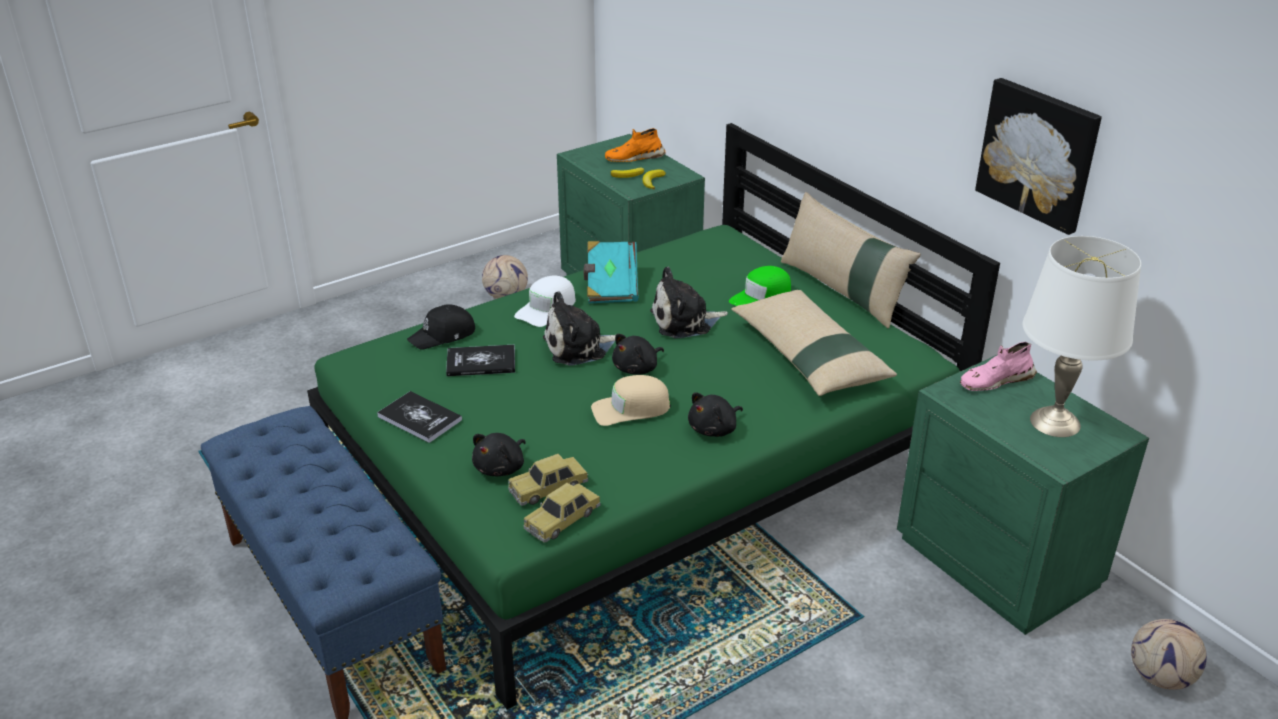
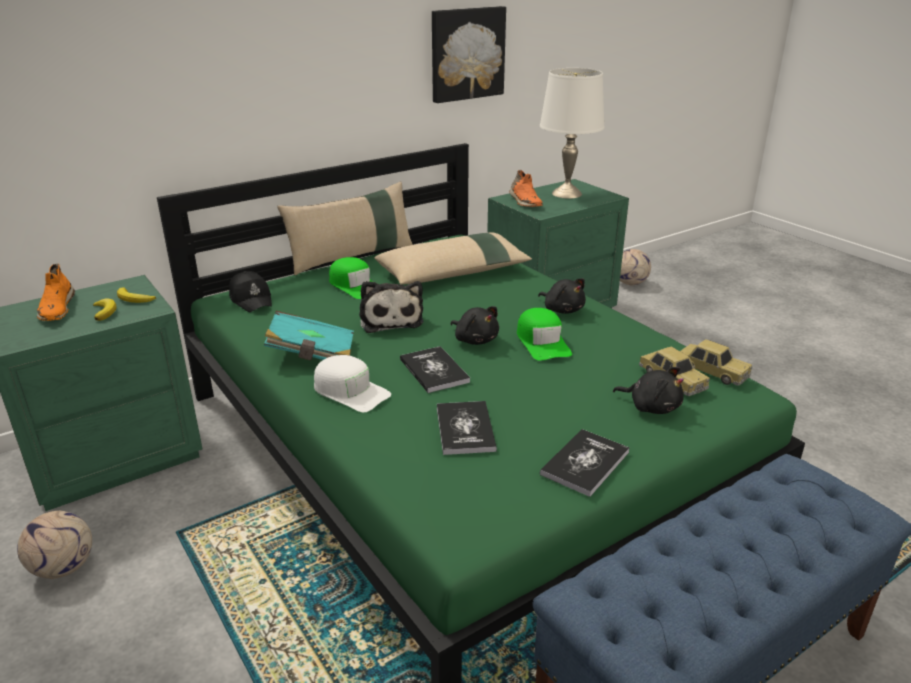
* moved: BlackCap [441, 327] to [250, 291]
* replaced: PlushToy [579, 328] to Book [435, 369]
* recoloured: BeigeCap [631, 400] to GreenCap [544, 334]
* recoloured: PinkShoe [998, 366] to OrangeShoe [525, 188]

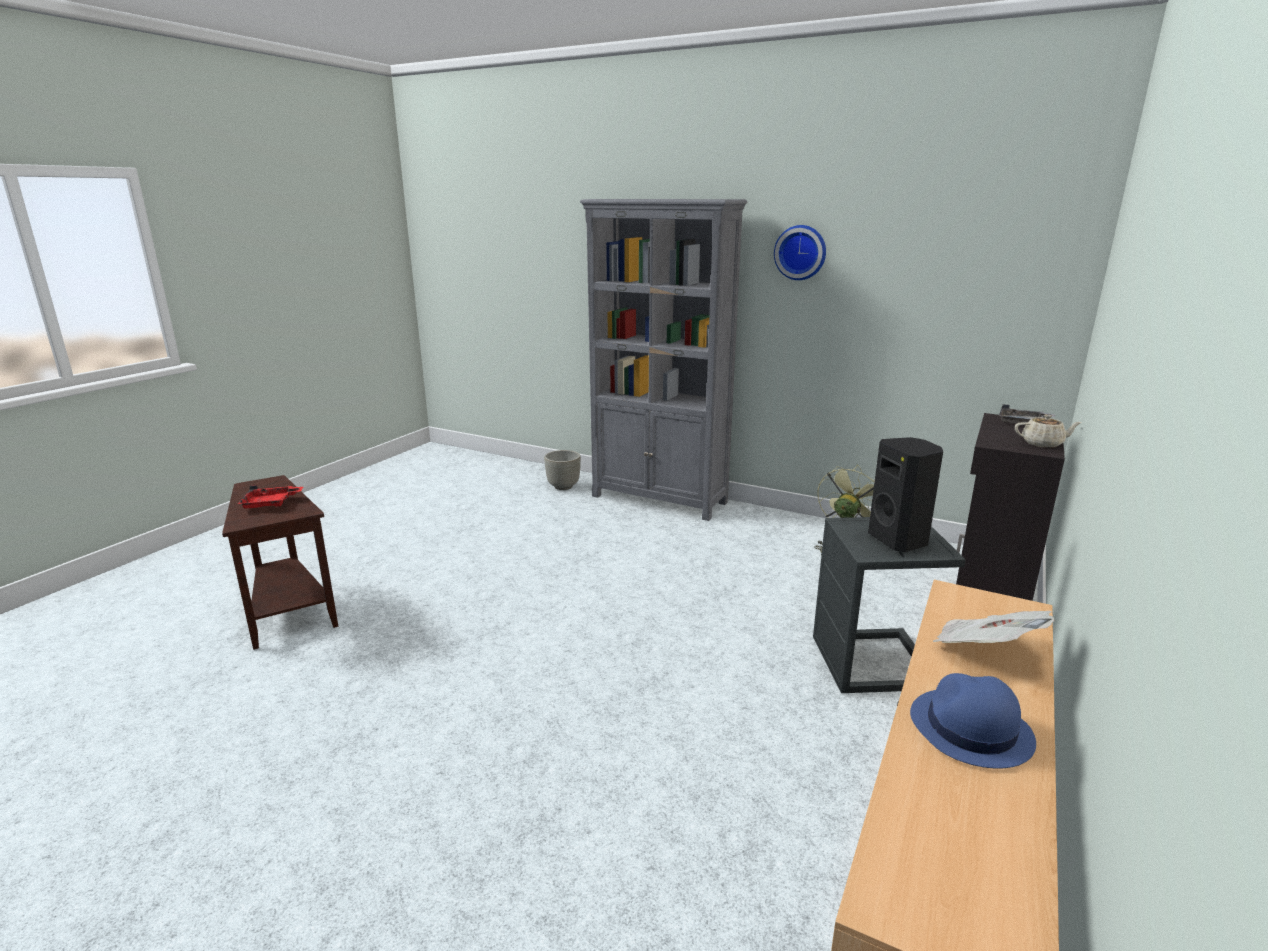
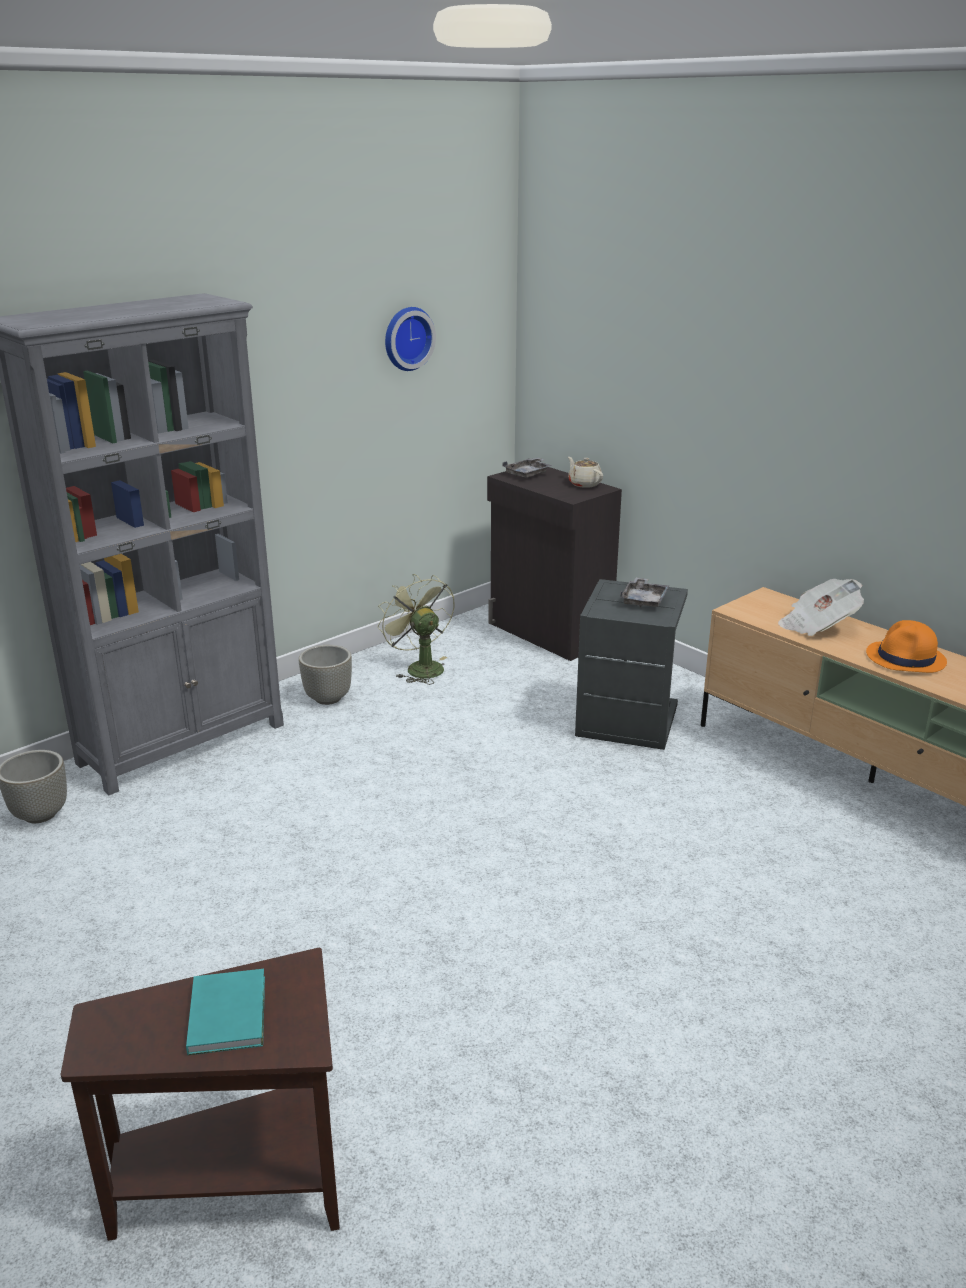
* added: GreyPlanter [325, 675]
* moved: WallClock [800, 252] to [410, 339]
* replaced: RedTray [270, 496] to TurquoiseBook [225, 1012]
* replaced: BlackSpeaker [905, 494] to GreyTray [644, 592]
* recoloured: BlueHat [973, 721] to OrangeHat [906, 646]
* turned: BeigeTeapot [1048, 431] = [585, 472] 60 degrees counterclockwise

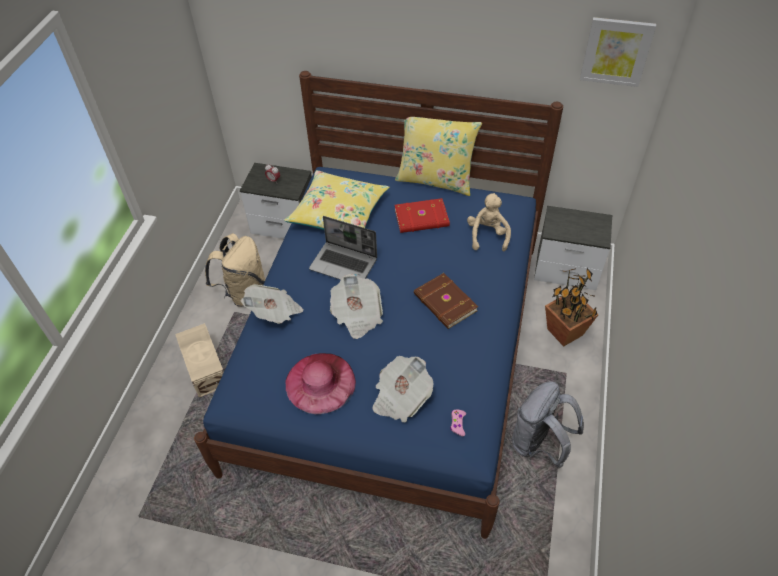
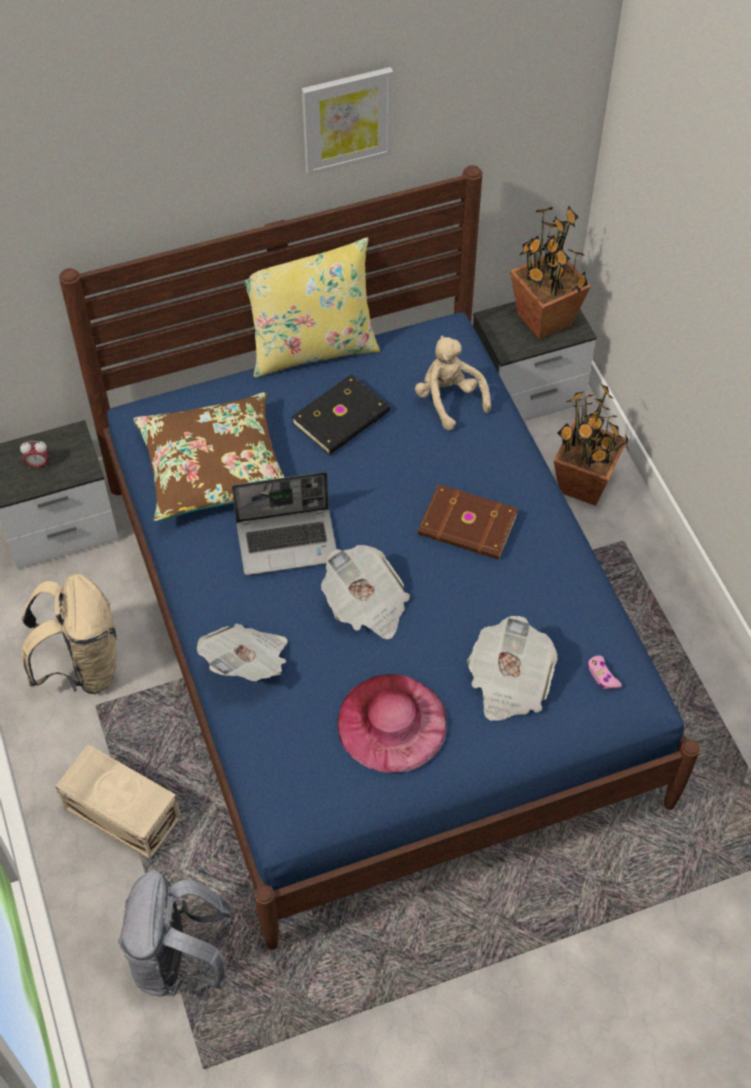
* added: PottedPlant [550, 273]
* moved: GreyBackpack [548, 425] to [175, 933]
* moved: Picture [618, 52] to [347, 121]
* recoloured: YellowPillow [336, 200] to BrownPillow [209, 457]
* recoloured: RedBook [422, 215] to BlackBook [341, 414]

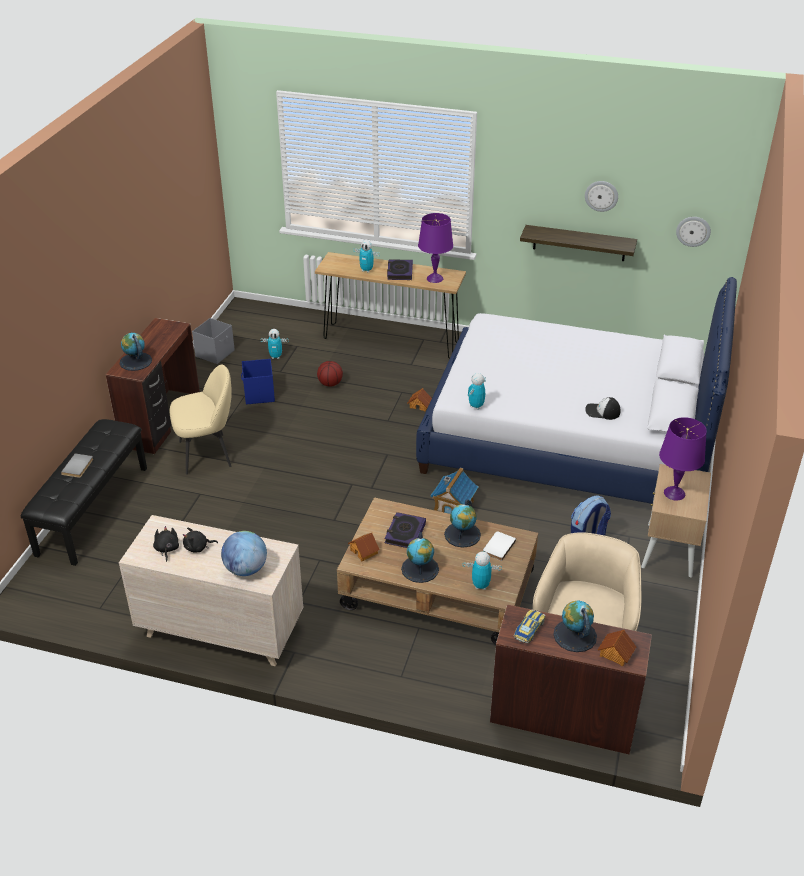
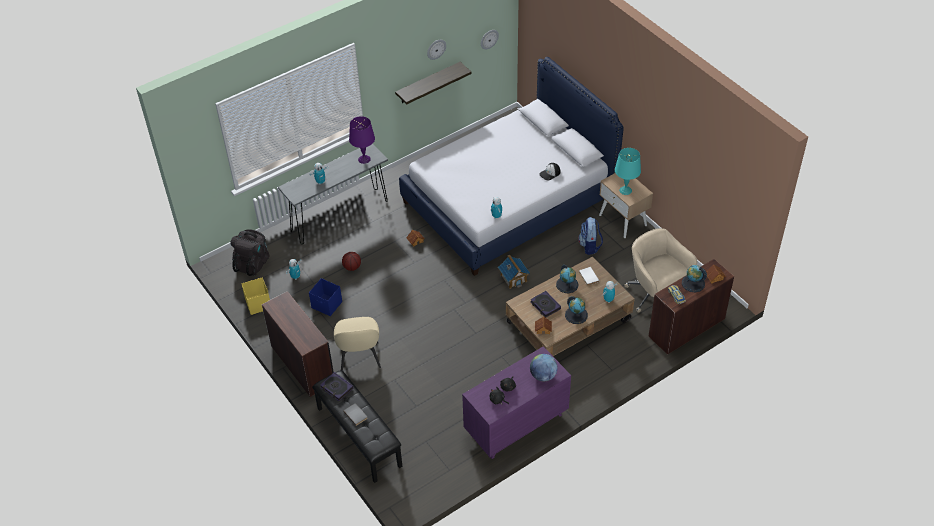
* removed: Globe [136, 352]
* added: BlackBackpack [250, 252]
* moved: Book [400, 269] to [337, 386]
* recoloured: BeigeDresser [211, 590] to PurpleDresser [516, 402]
* recoloured: GreyStorageBox [213, 341] to YellowStorageBox [255, 296]
* recoloured: BrownConsoleTable [390, 305] to GreyConsoleTable [333, 194]
* recoloured: PurpleTableLamp [683, 459] to TurquoiseTableLamp [628, 171]
* turned: BeigeChair [201, 420] = [357, 344] 150 degrees clockwise

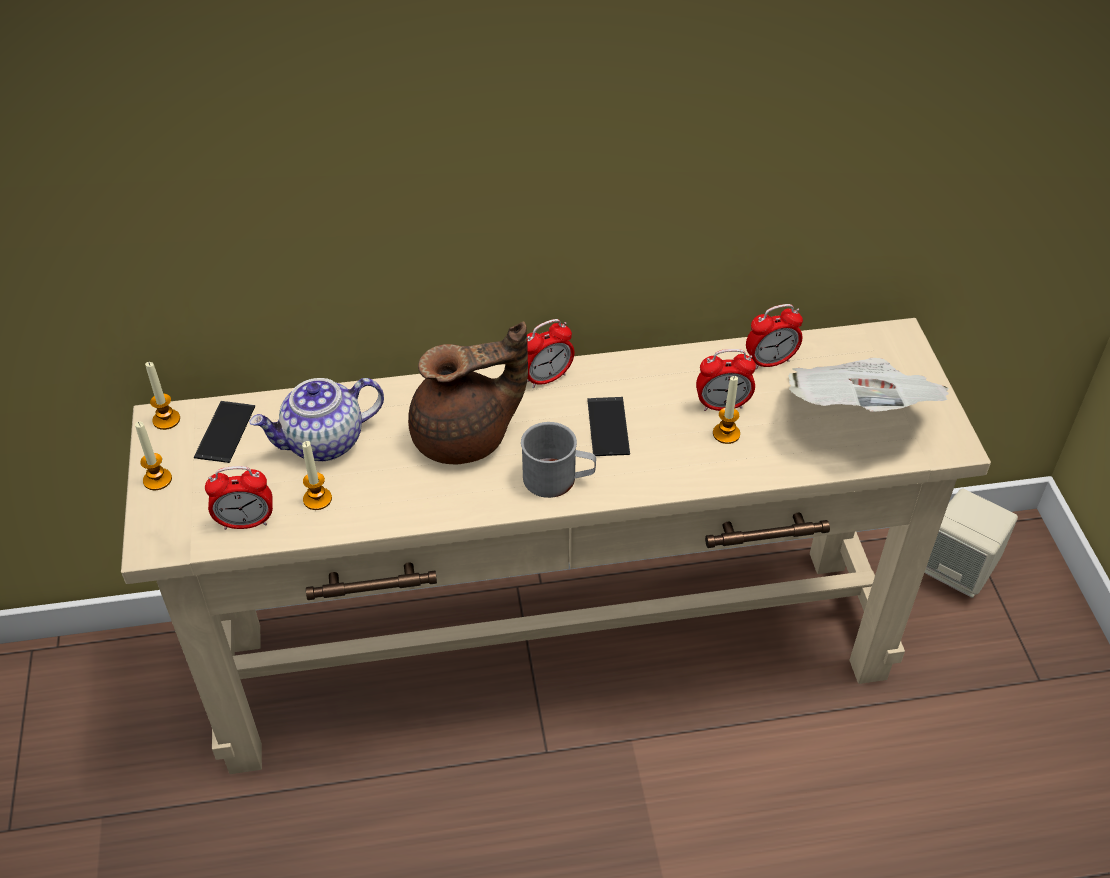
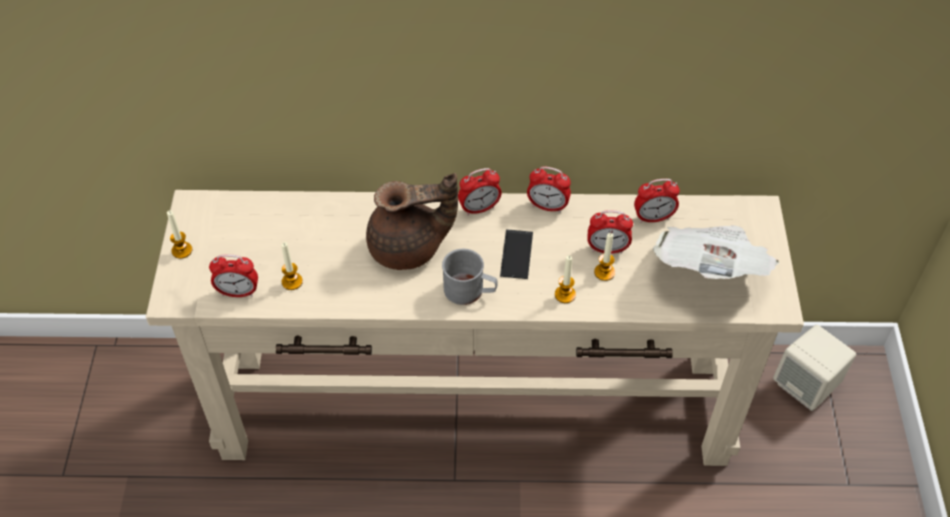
* removed: Phone [224, 432]
* removed: Teapot [316, 419]
* added: AlarmClock [549, 190]
* moved: Candle [162, 396] to [565, 279]

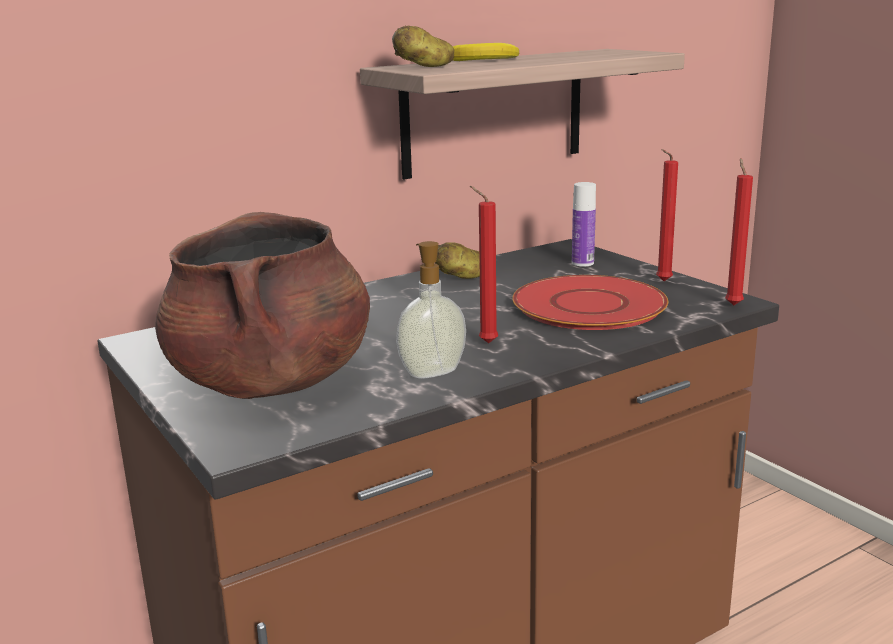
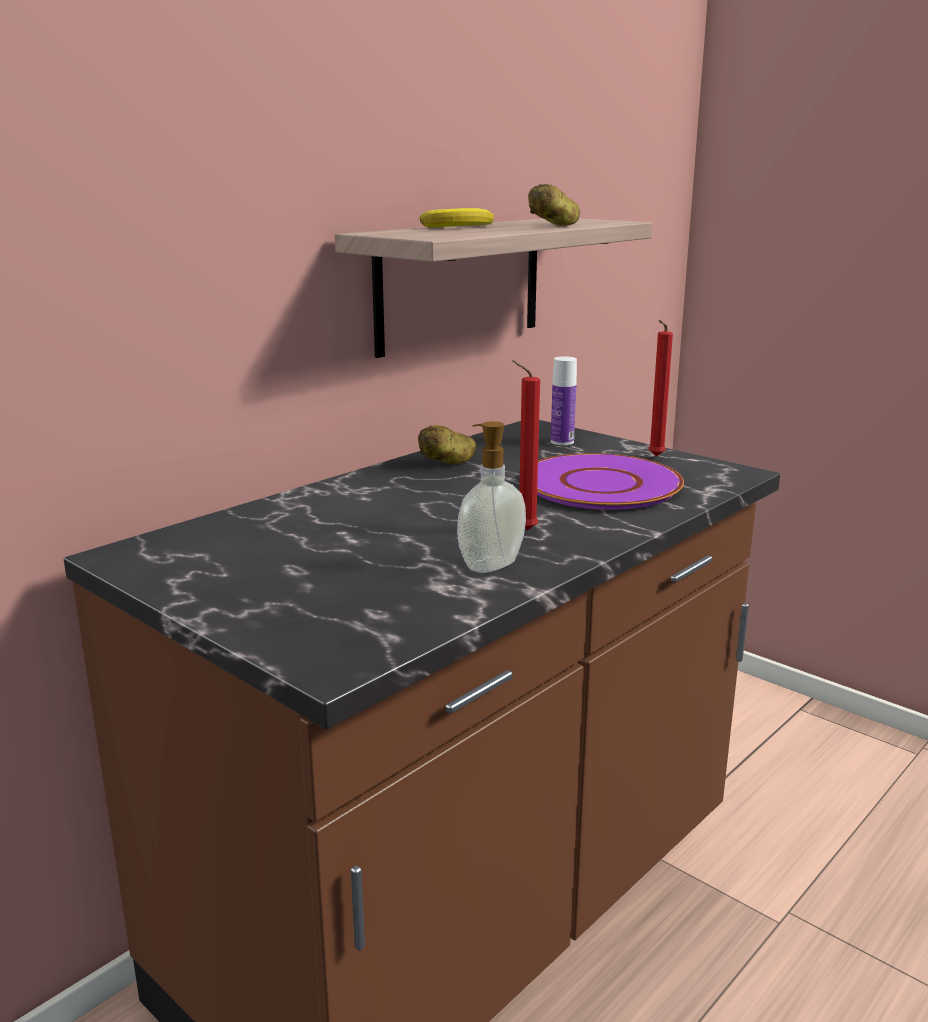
* removed: BrownCookingPot [262, 305]
* removed: RedCandle [739, 231]
* moved: Potato [423, 46] to [554, 205]
* recoloured: RedPlate [590, 302] to PurplePlate [610, 481]

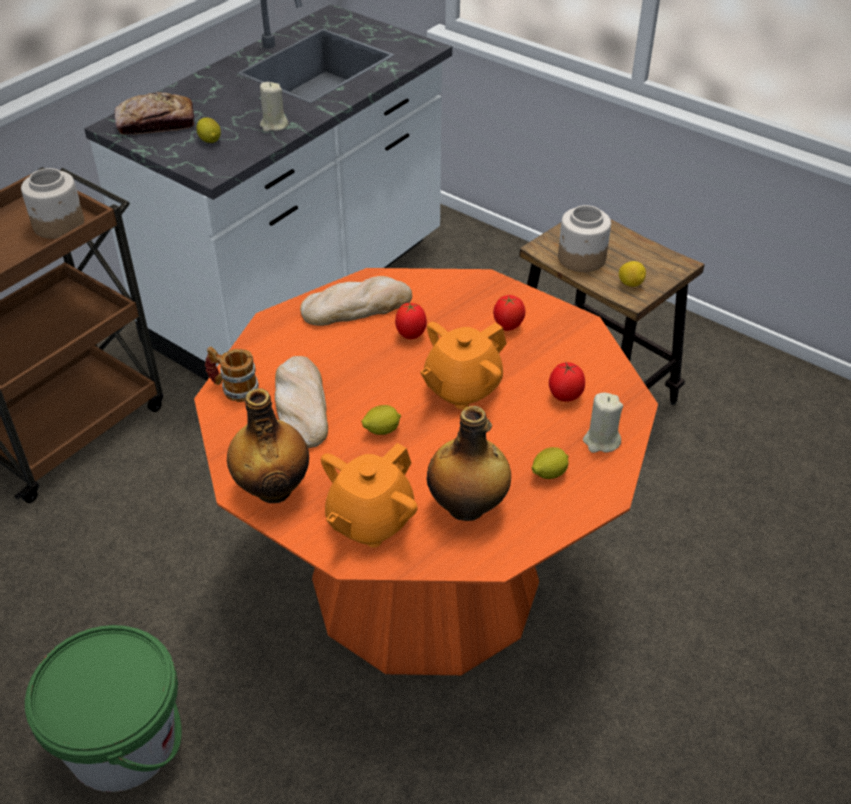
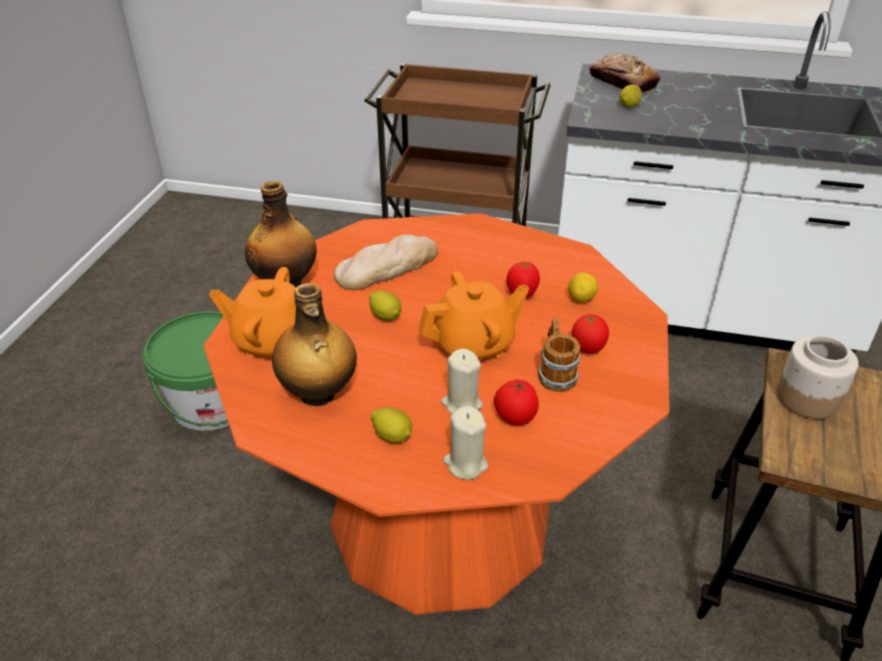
* removed: Jar [52, 203]
* removed: Bread [356, 301]
* moved: Mug [232, 374] to [559, 355]
* moved: BeigeCandle [274, 107] to [462, 381]
* moved: Lemon [632, 274] to [583, 287]
* turned: OrangeTeapot [463, 365] = [473, 315] 135 degrees clockwise

